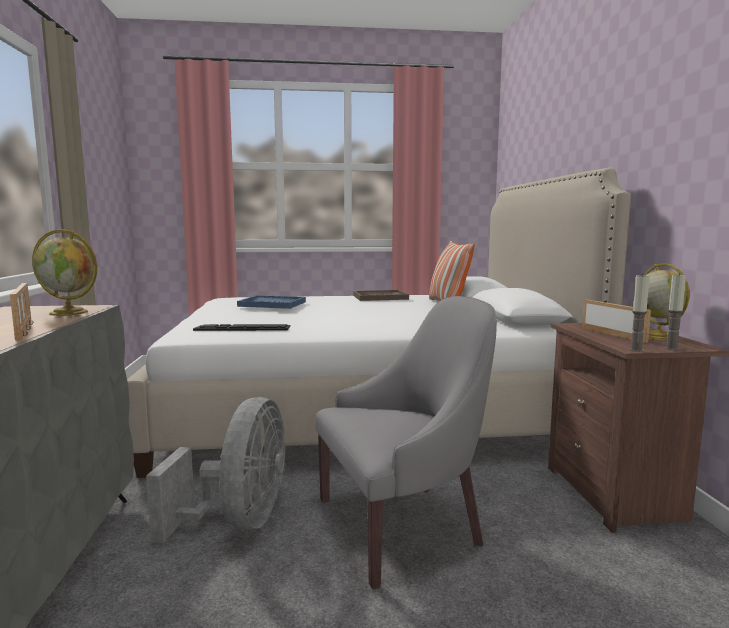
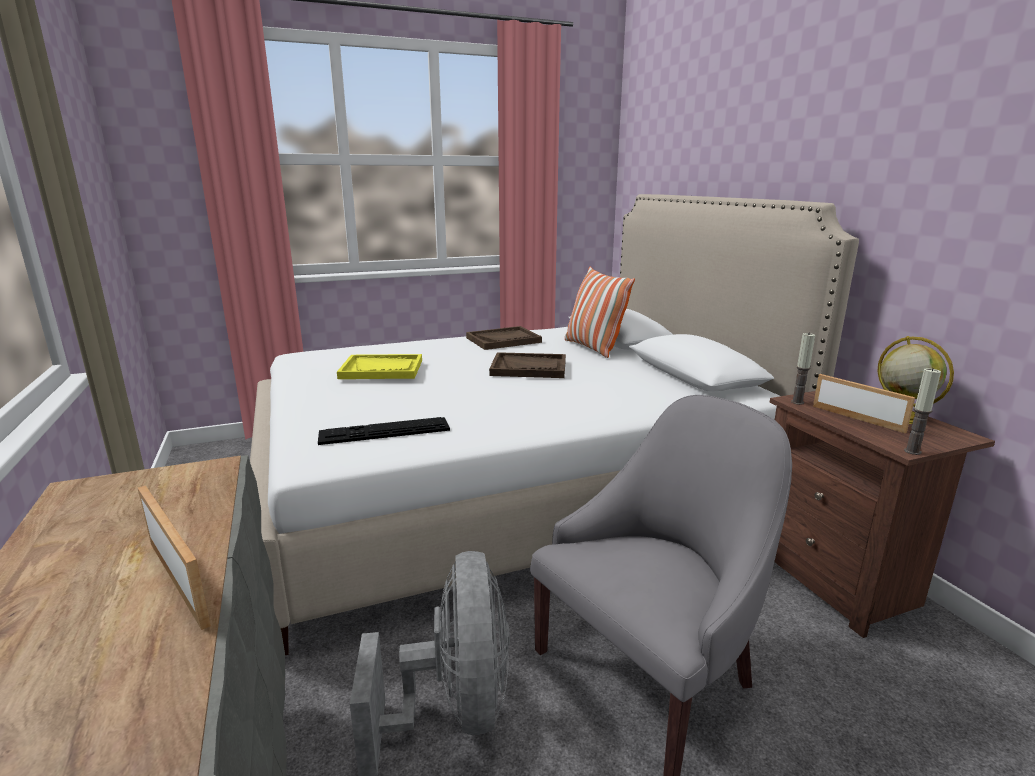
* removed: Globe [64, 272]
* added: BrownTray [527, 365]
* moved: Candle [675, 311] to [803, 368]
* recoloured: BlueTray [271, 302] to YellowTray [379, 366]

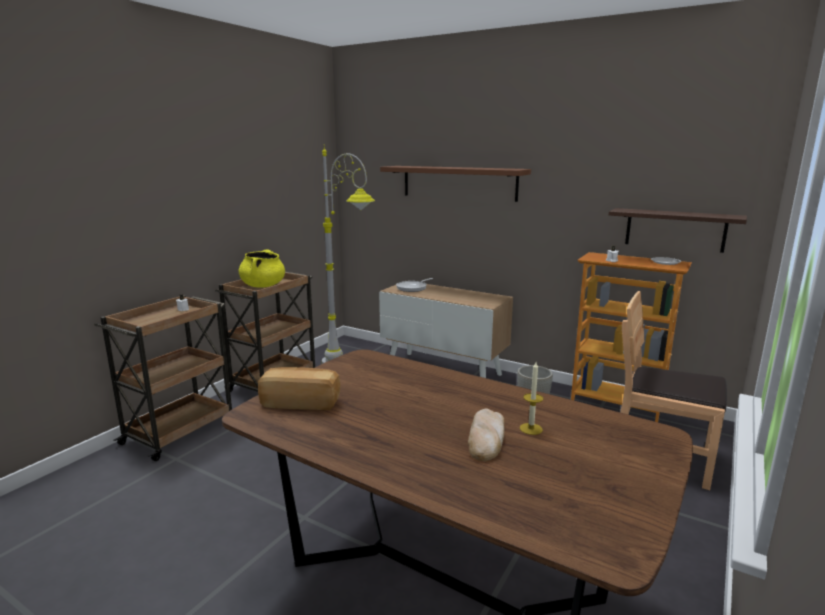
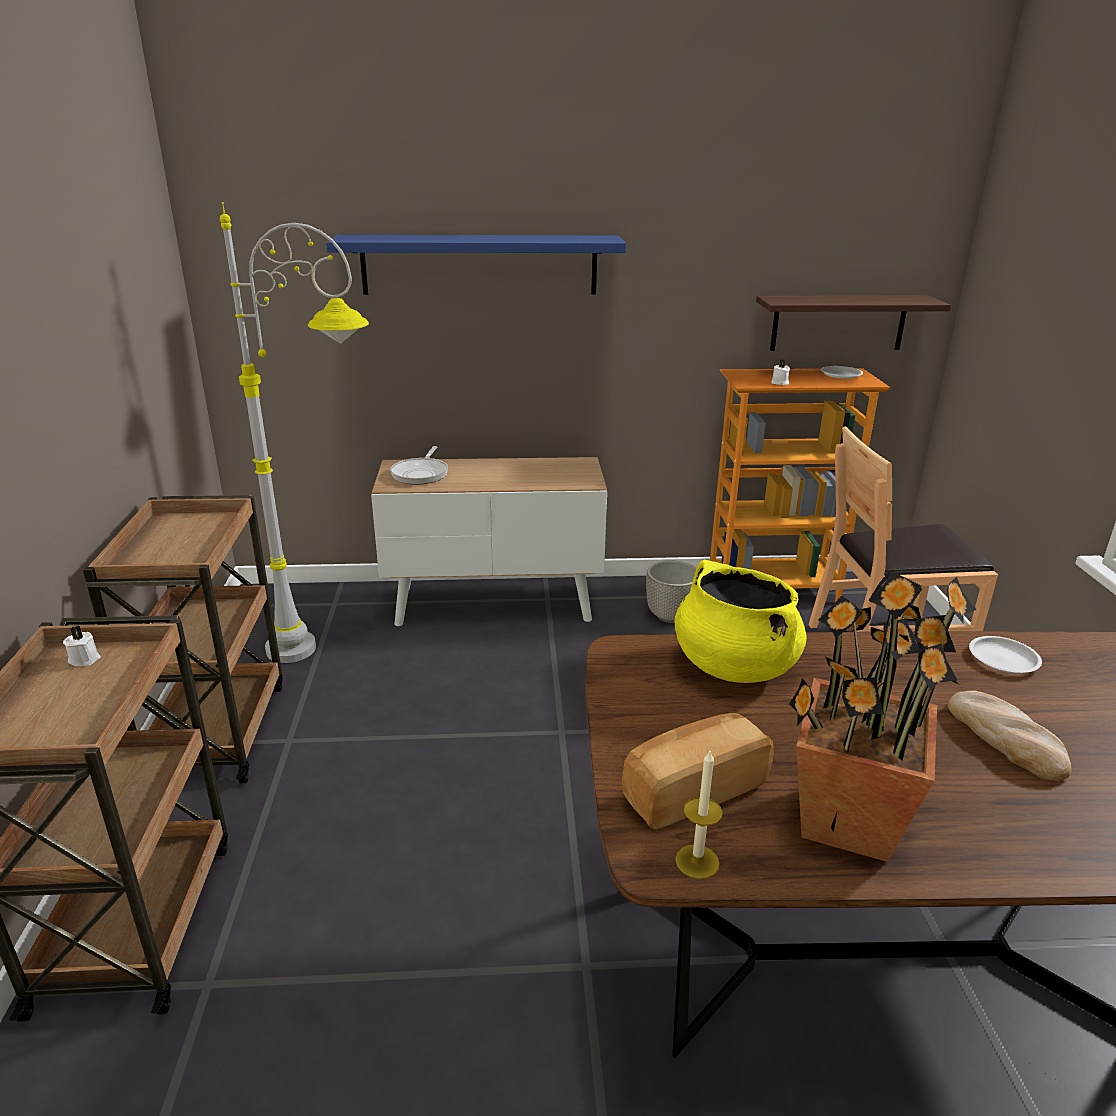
* added: PottedPlant [883, 716]
* added: WhitePlate [1005, 654]
* moved: YellowCookingPot [261, 269] to [740, 621]
* moved: Candle [531, 398] to [699, 815]
* recoloured: BrownShelf [455, 184] to BlueShelf [476, 265]

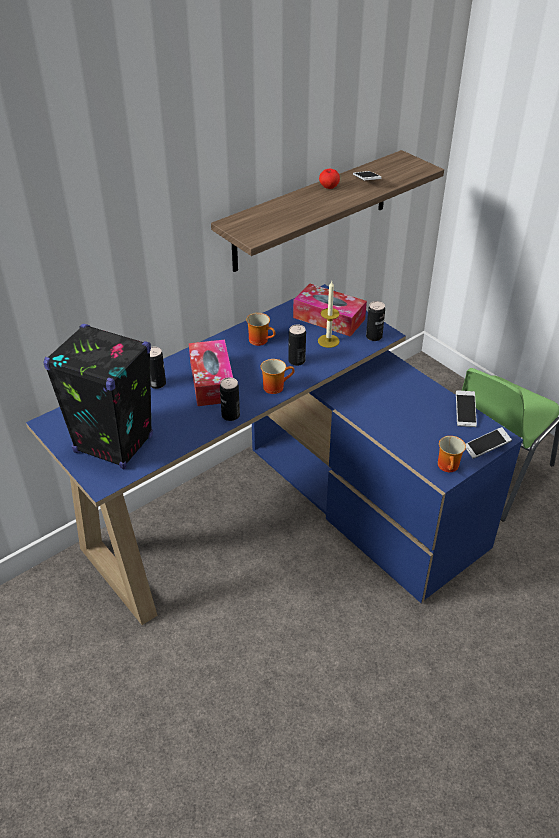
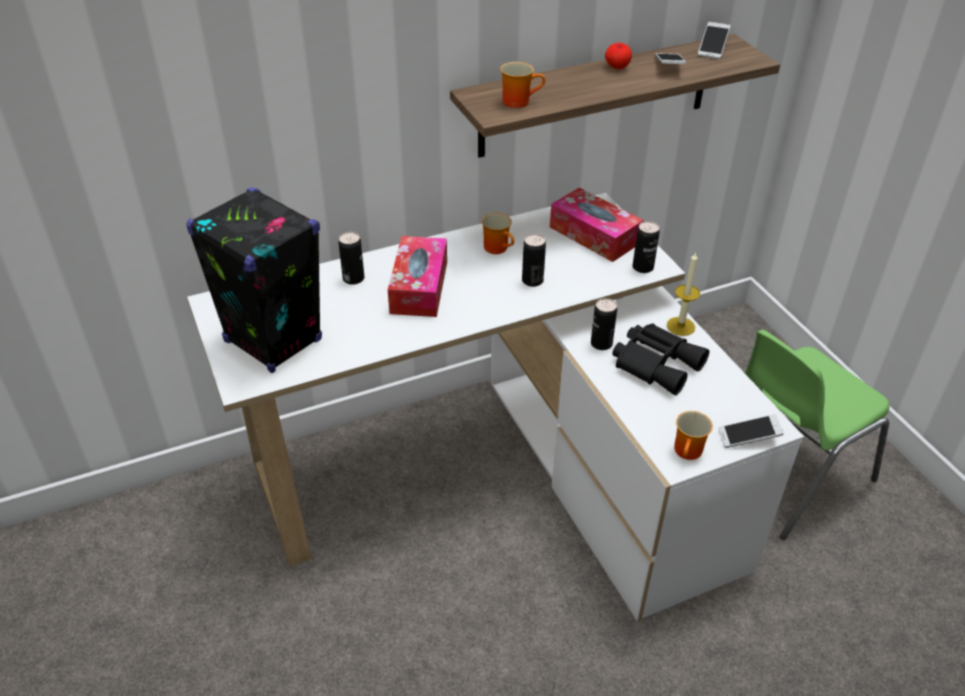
* added: BlackBinoculars [660, 359]
* moved: Can [230, 399] to [604, 324]
* moved: Mug [278, 376] to [522, 85]
* moved: Candle [329, 314] to [683, 293]
* moved: Phone [466, 408] to [714, 40]
* recoloured: BlueDesk [274, 454] to WhiteDesk [495, 407]

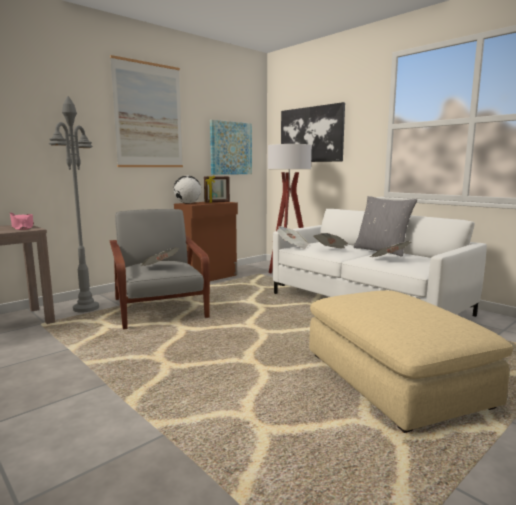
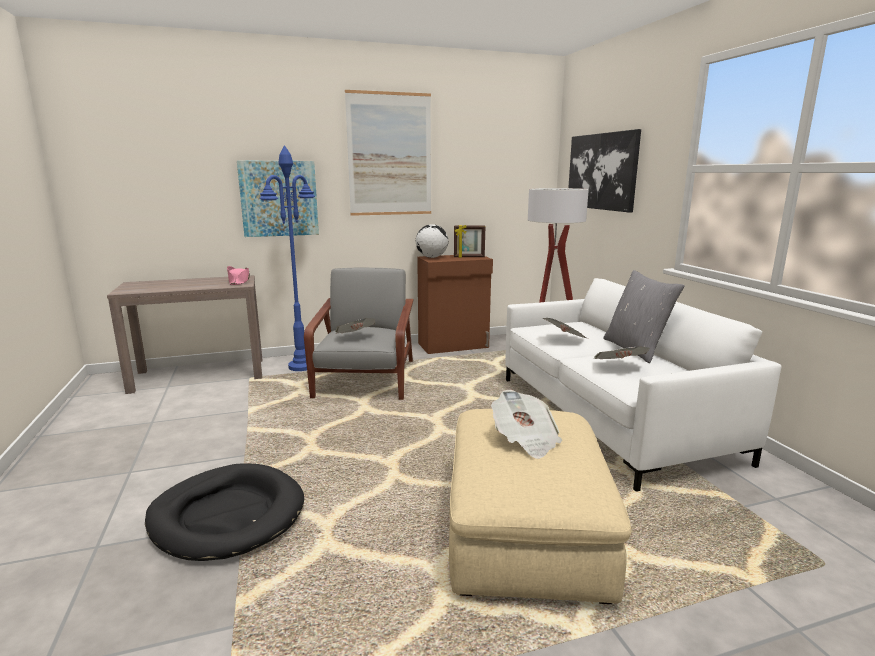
* added: BlackDogBed [224, 512]
* moved: Picture [231, 147] to [278, 198]
* moved: Newspaper [293, 237] to [526, 424]
* recoloured: GreyFloorLamp [74, 204] to BlueFloorLamp [287, 258]

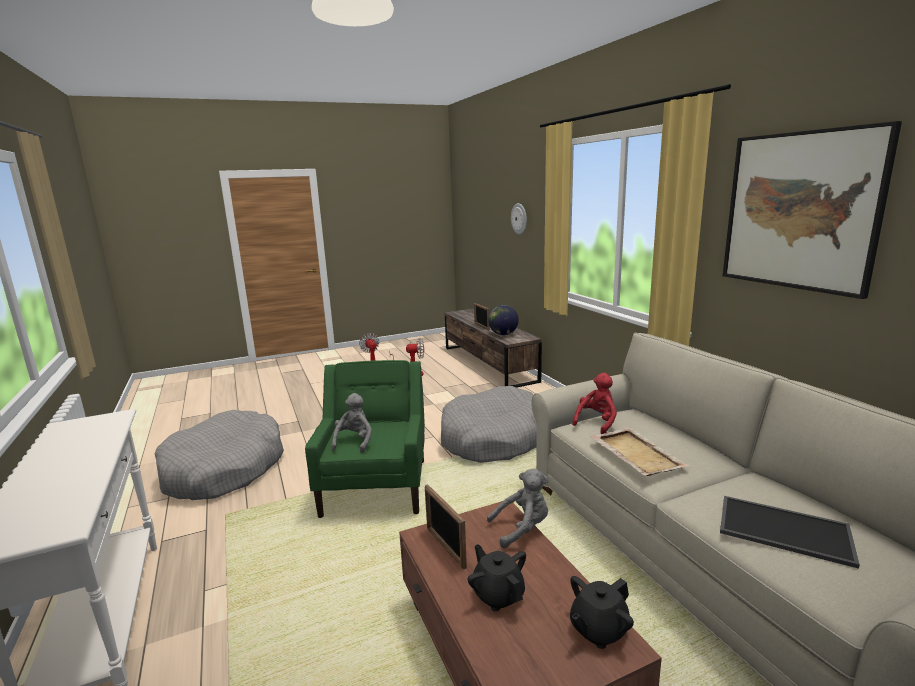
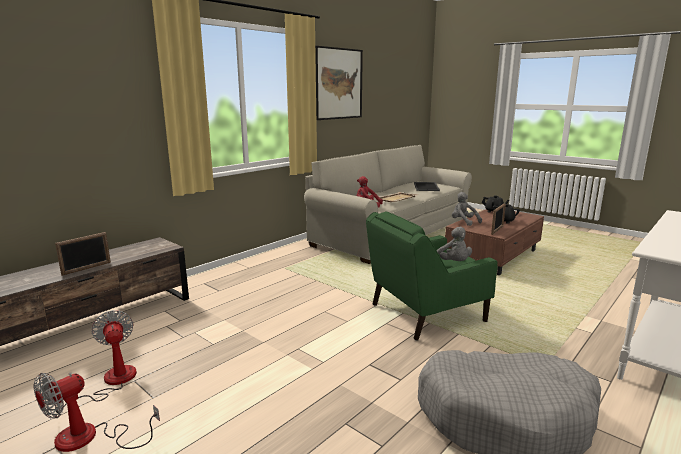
* removed: GreyDogBed [489, 424]
* removed: Globe [503, 320]
* removed: WallClock [519, 218]
* turned: GreyPlushToy [351, 423] = [454, 244] 105 degrees counterclockwise

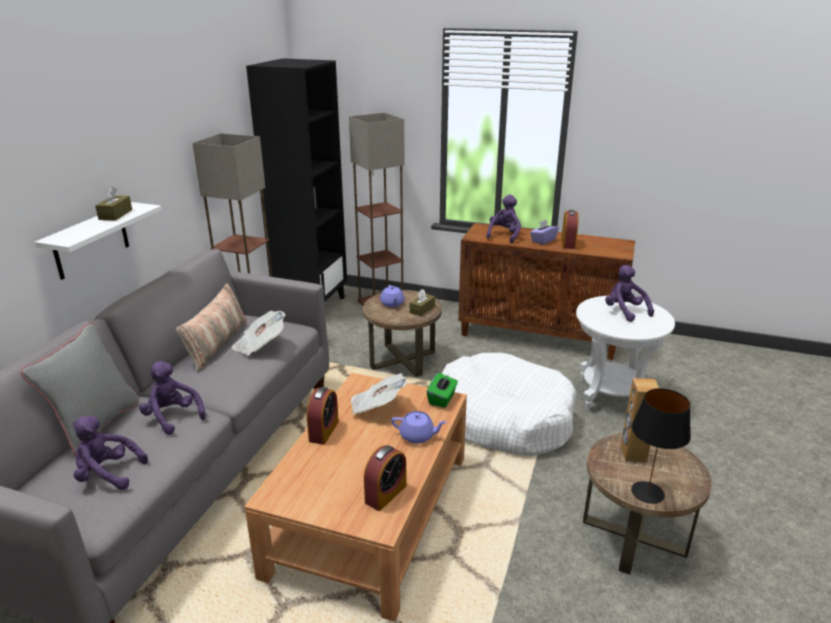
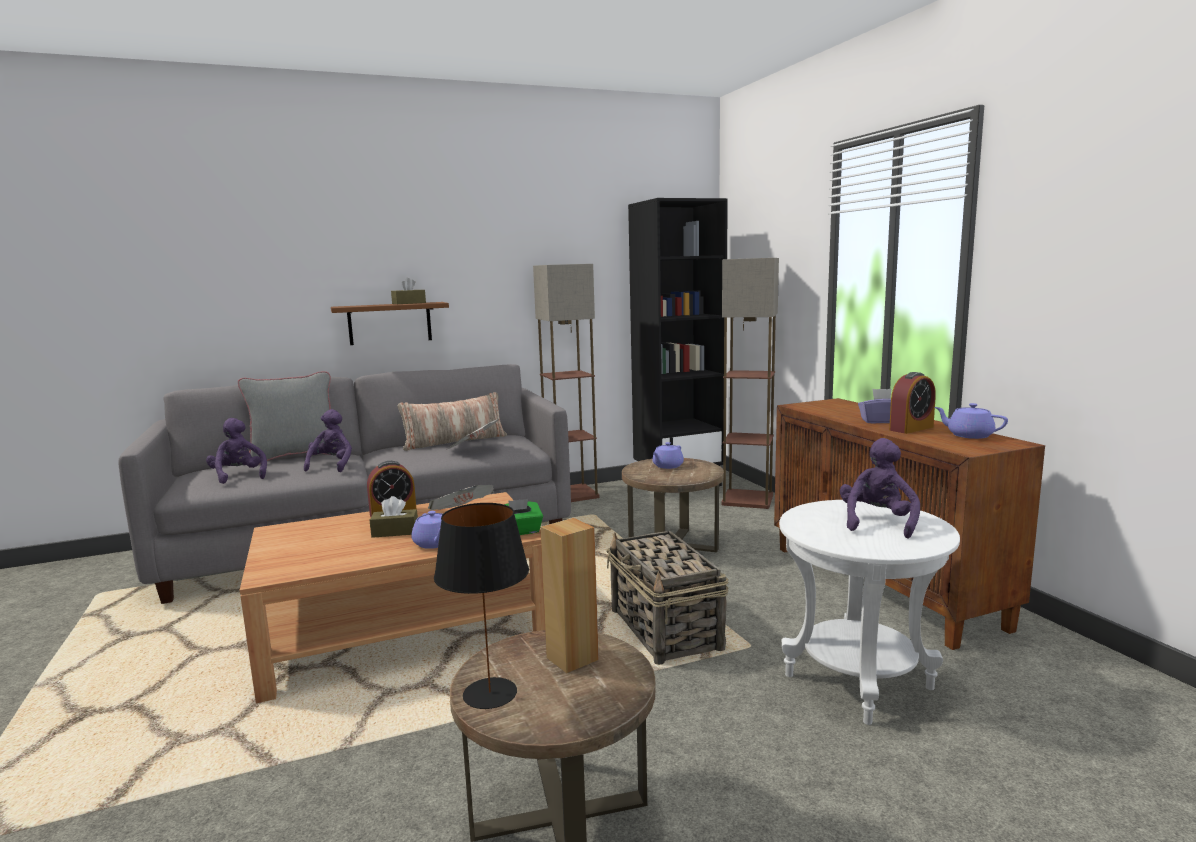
* removed: AlarmClock [385, 478]
* removed: PurplePlushToy [503, 219]
* added: PurpleTeapot [971, 421]
* moved: BrownTissueBox [422, 302] to [394, 517]
* replaced: WhiteDogBed [508, 404] to Basket [667, 598]
* recoloured: WhiteShelf [98, 241] to BrownShelf [390, 323]

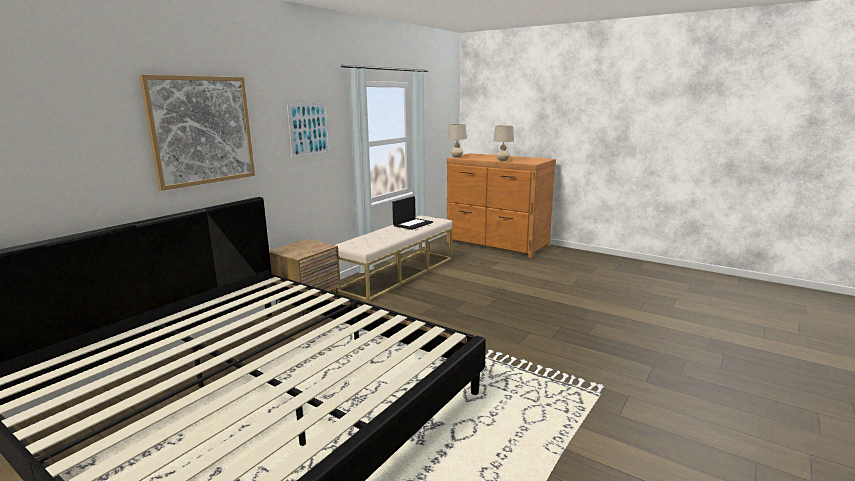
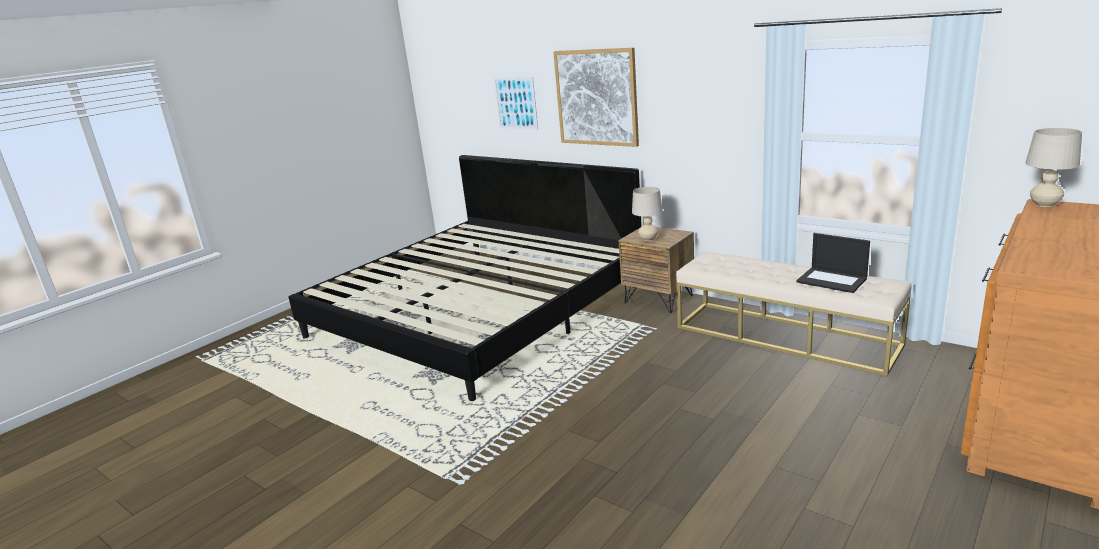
* moved: Picture [308, 130] to [516, 103]
* moved: BeigeTableLamp [504, 143] to [647, 214]

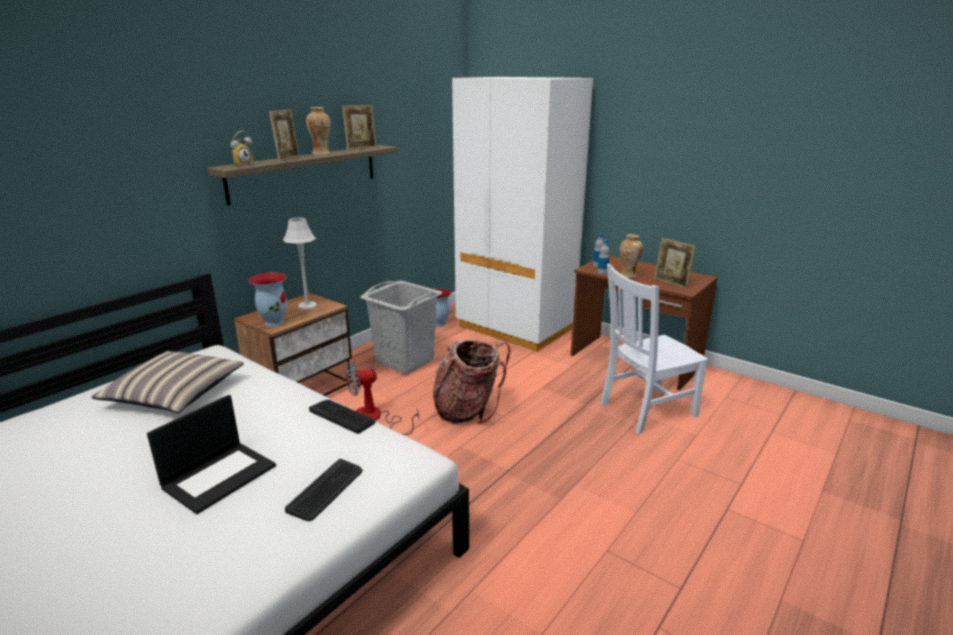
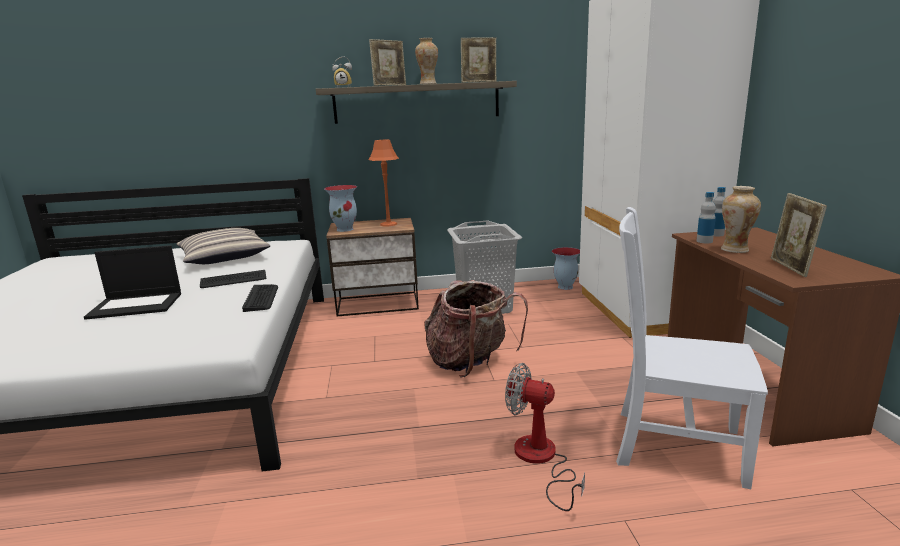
* moved: Keyboard [323, 490] to [233, 279]
* moved: Fan [382, 398] to [545, 437]
* recoloured: GreyTableLamp [299, 263] to OrangeTableLamp [383, 183]

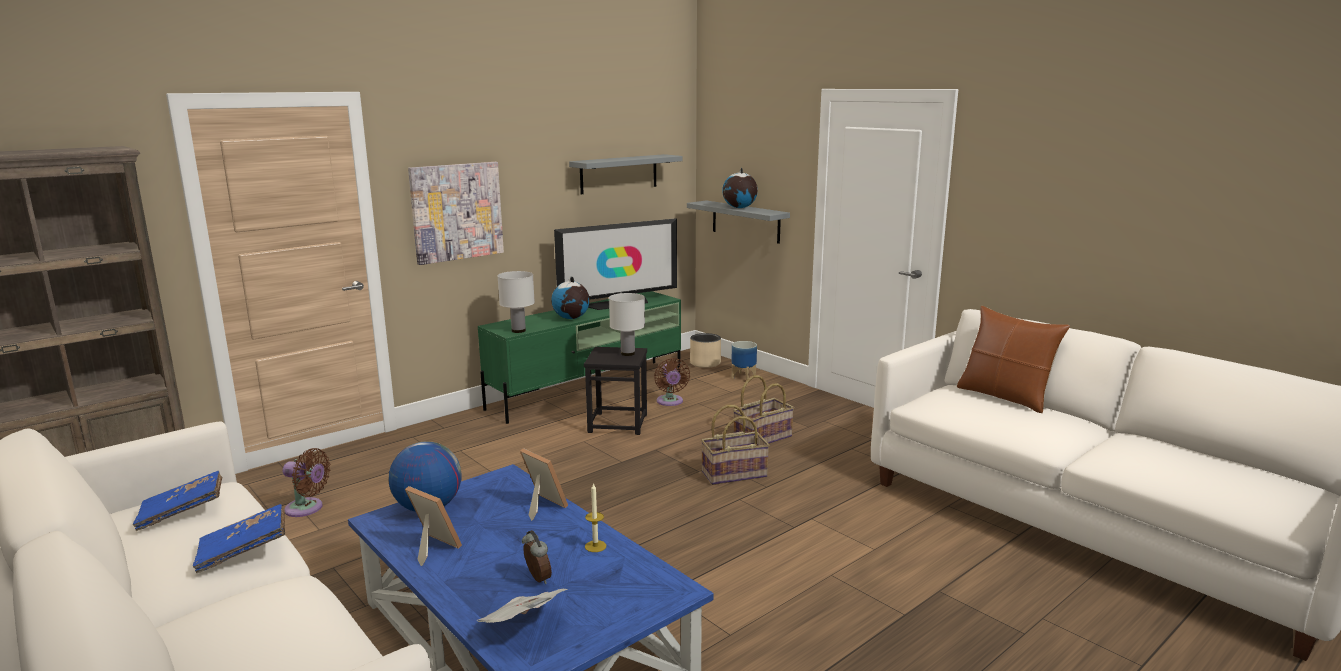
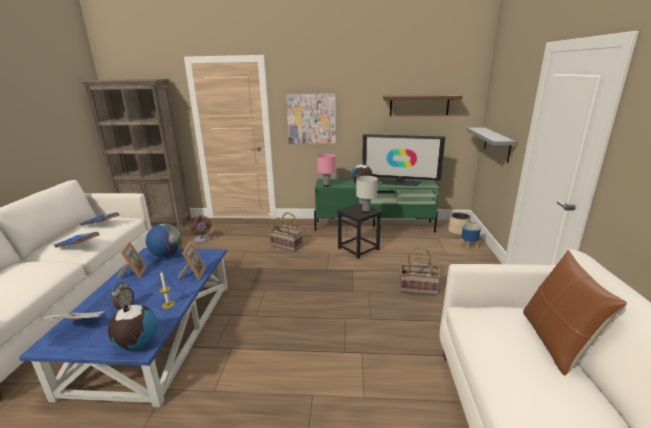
* removed: BrownFan [672, 382]
* moved: Basket [735, 445] to [286, 232]
* moved: Globe [740, 188] to [133, 327]
* recoloured: WhiteTableLamp [516, 302] to PinkTableLamp [326, 170]
* recoloured: GreyShelf [626, 174] to BrownShelf [422, 105]

